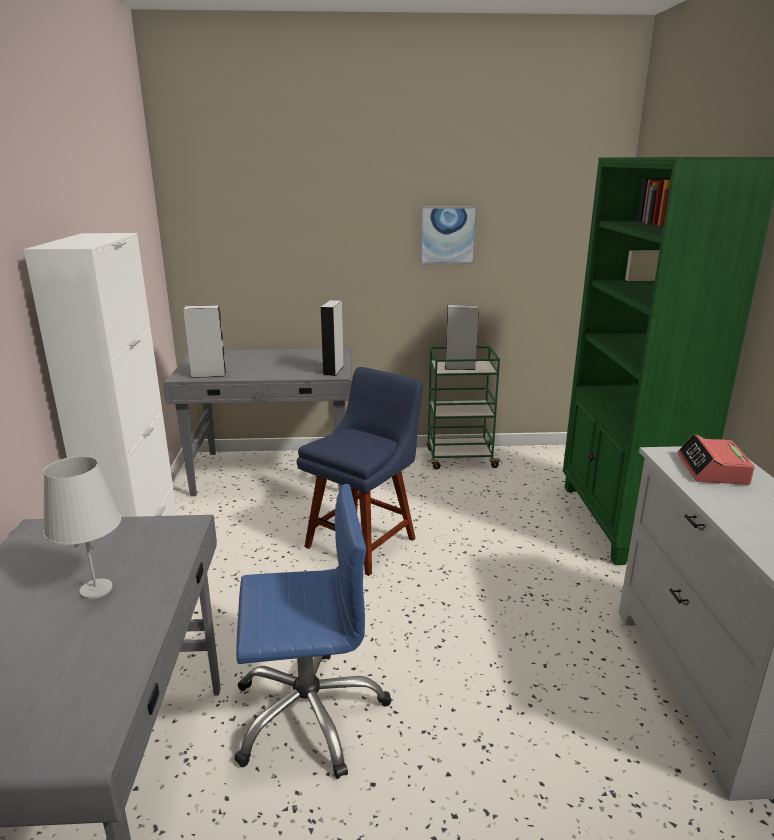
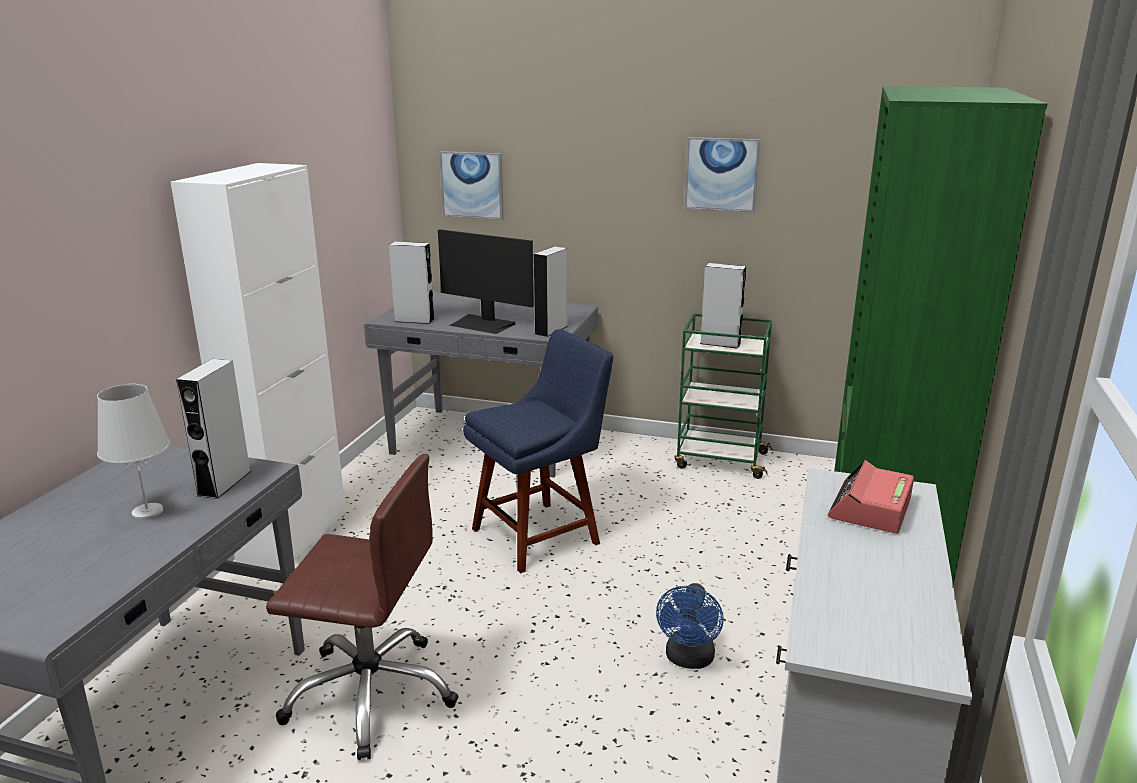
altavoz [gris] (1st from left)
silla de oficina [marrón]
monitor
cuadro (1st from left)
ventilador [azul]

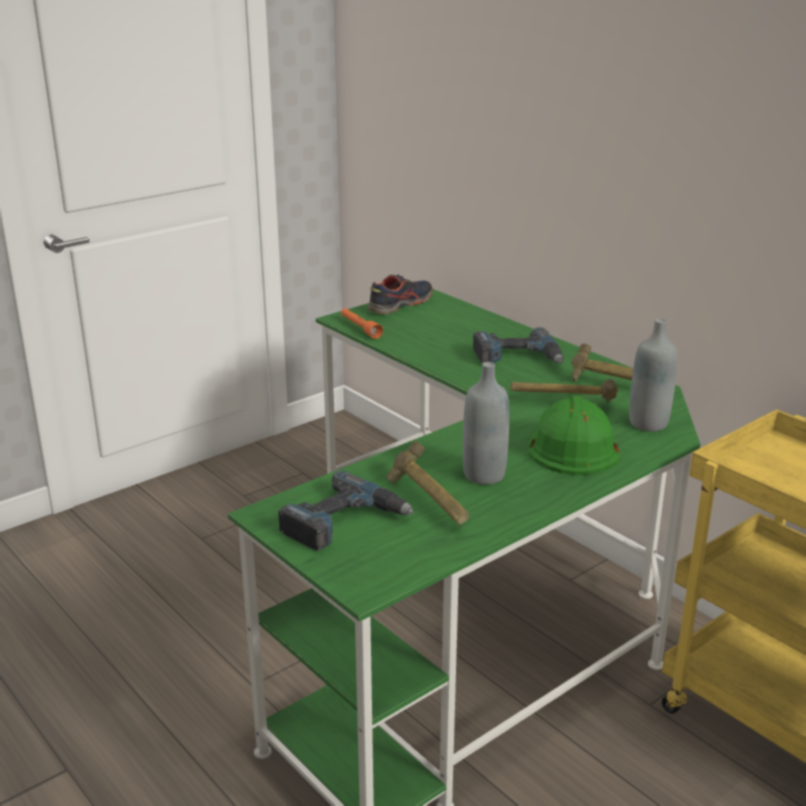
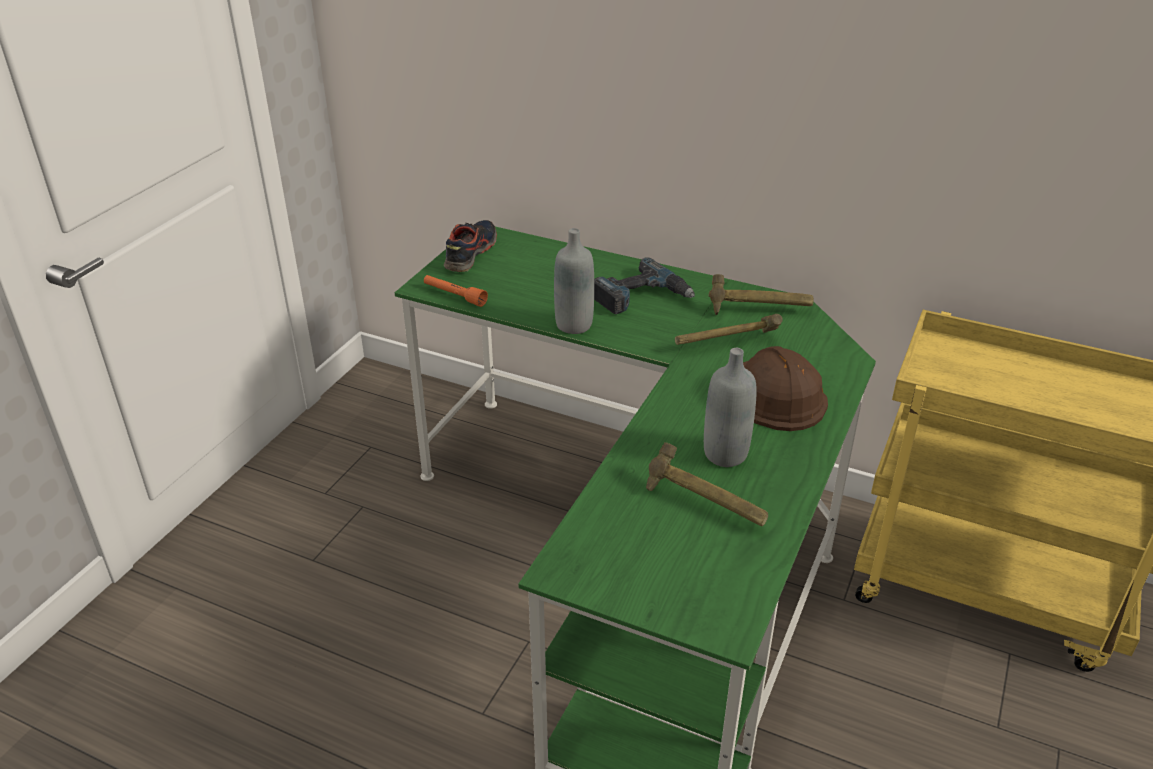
botella [gris] (1st from left)
casco [marrón]
taladro (1st from left in the first image)

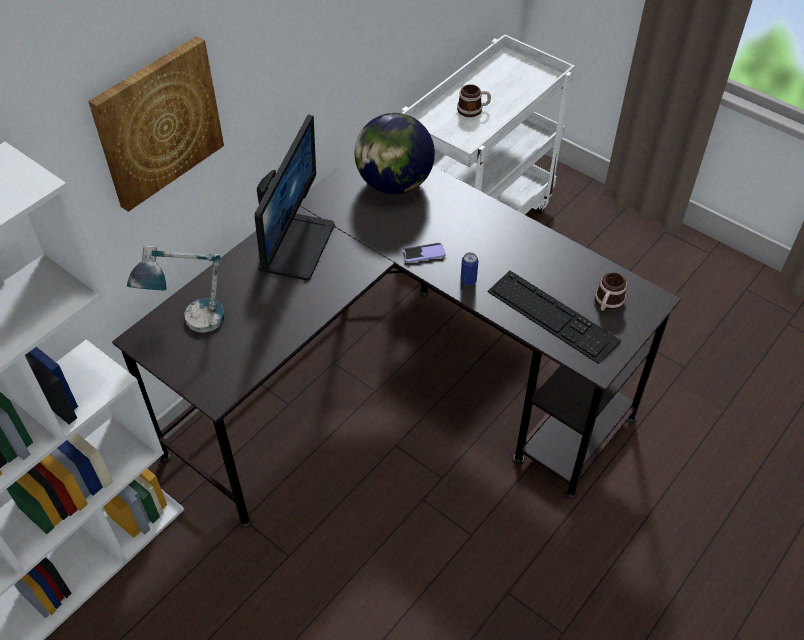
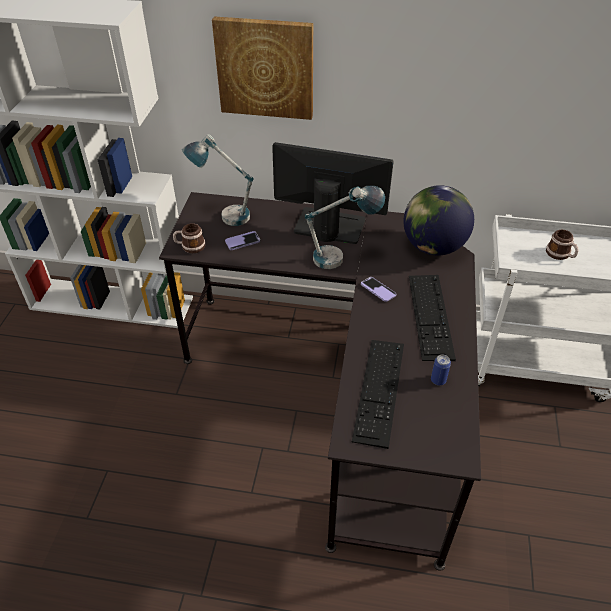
taza grande (1st from left)
móvil (1st from left)
monitor
lámpara de mesa (2nd from left)
teclado (2nd from left)
lata

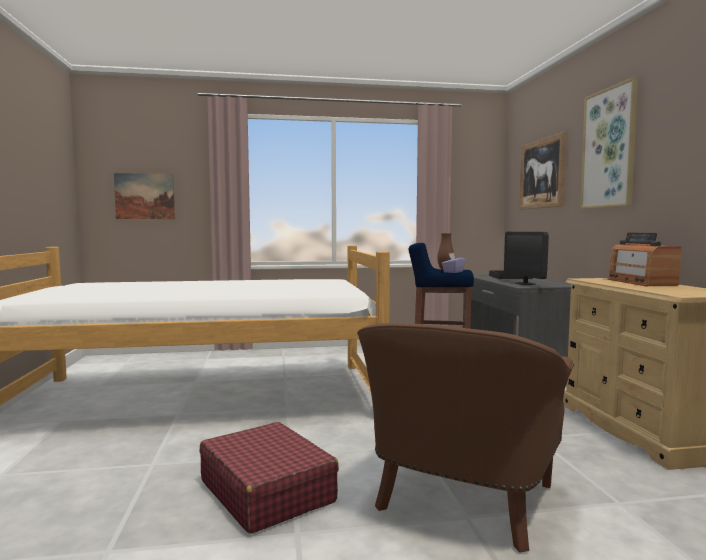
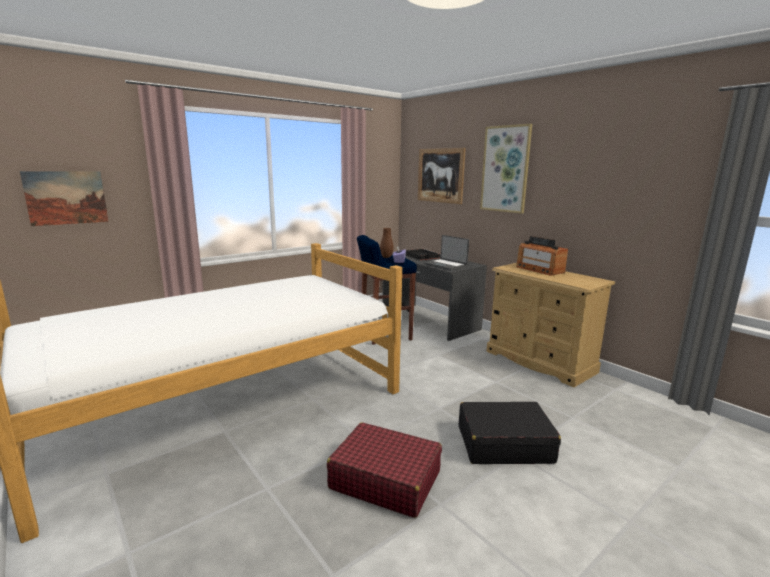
portátil
maleta [negro]

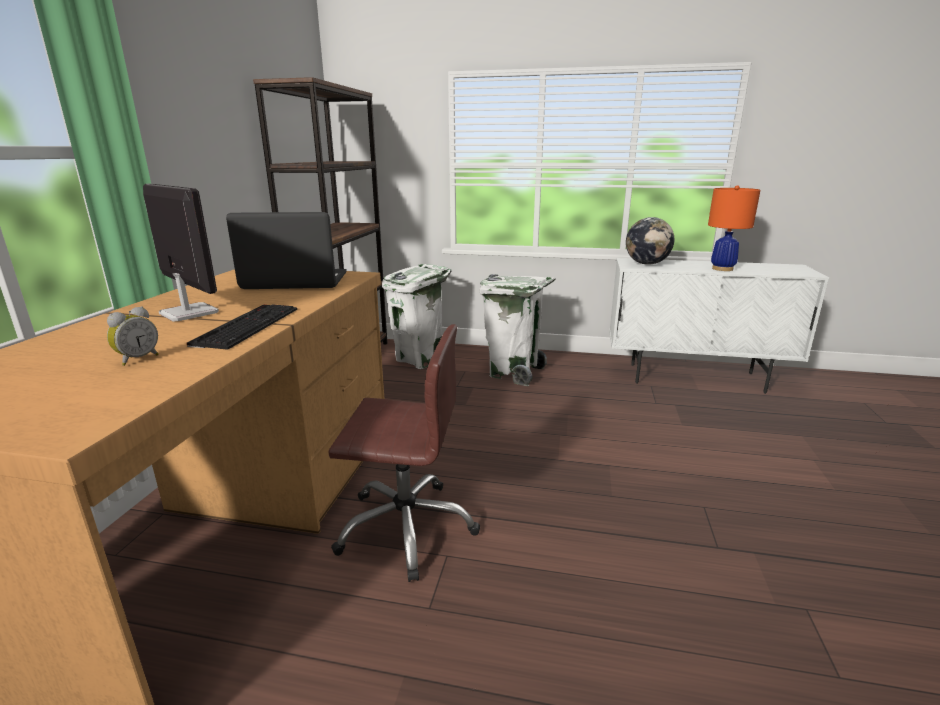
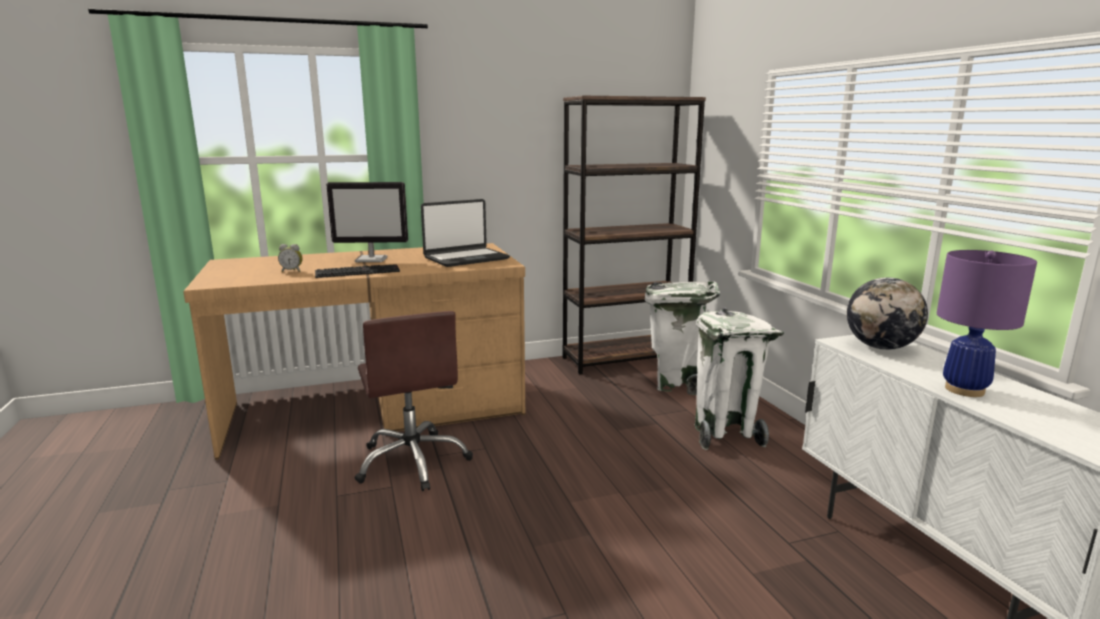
monitor
portátil
lámpara de mesa [morado]

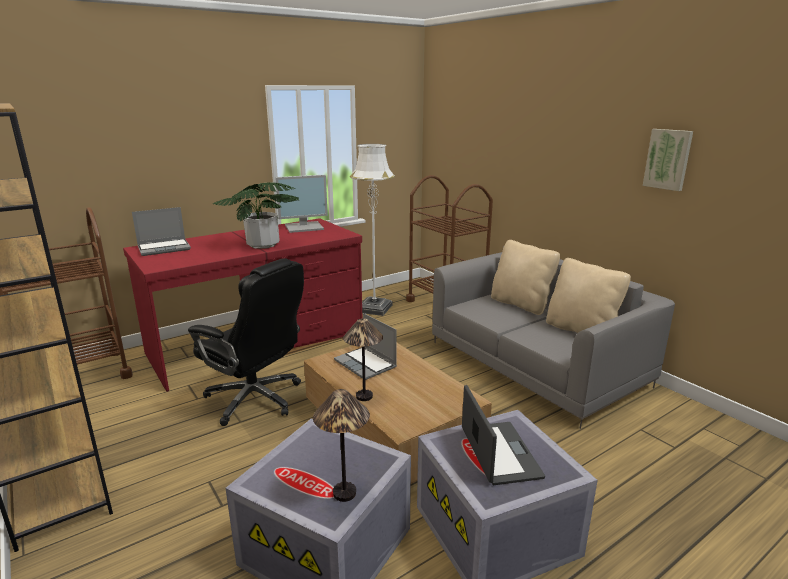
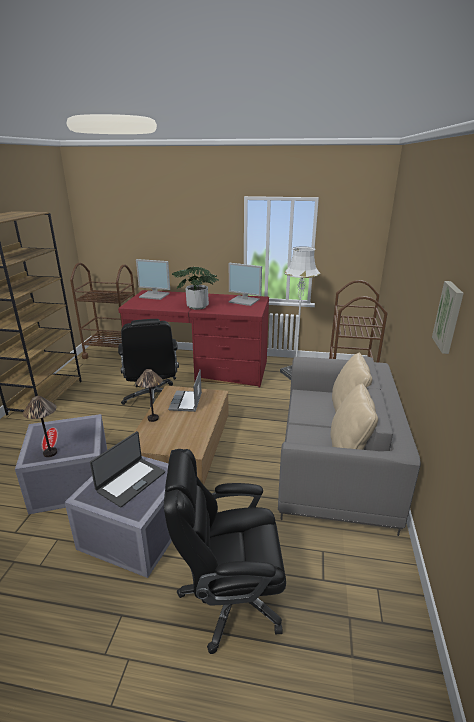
monitor (1st from left)
silla de oficina [negro] (2nd from left)

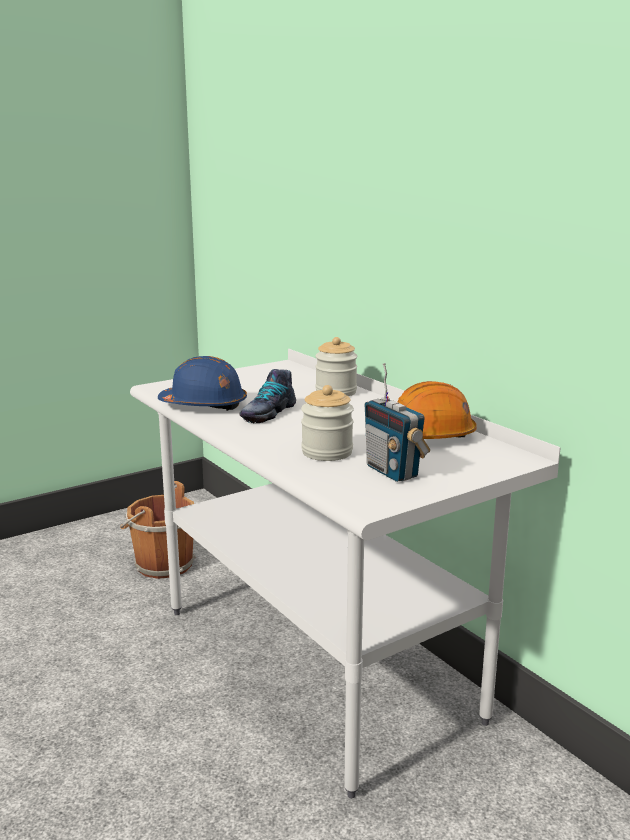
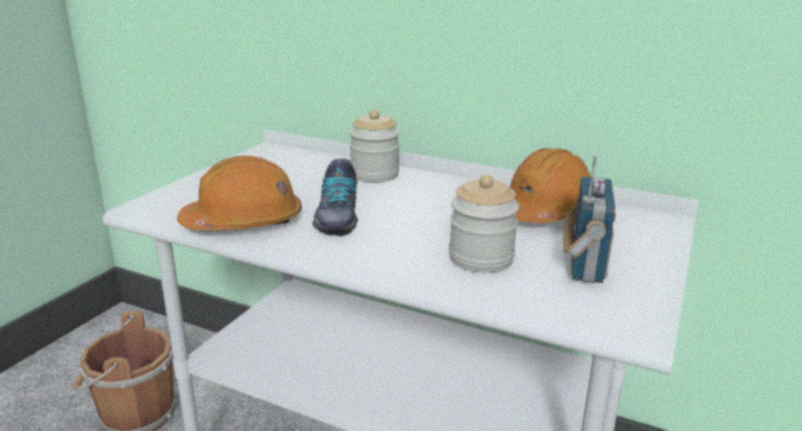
casco [naranja] (1st from left)
radio

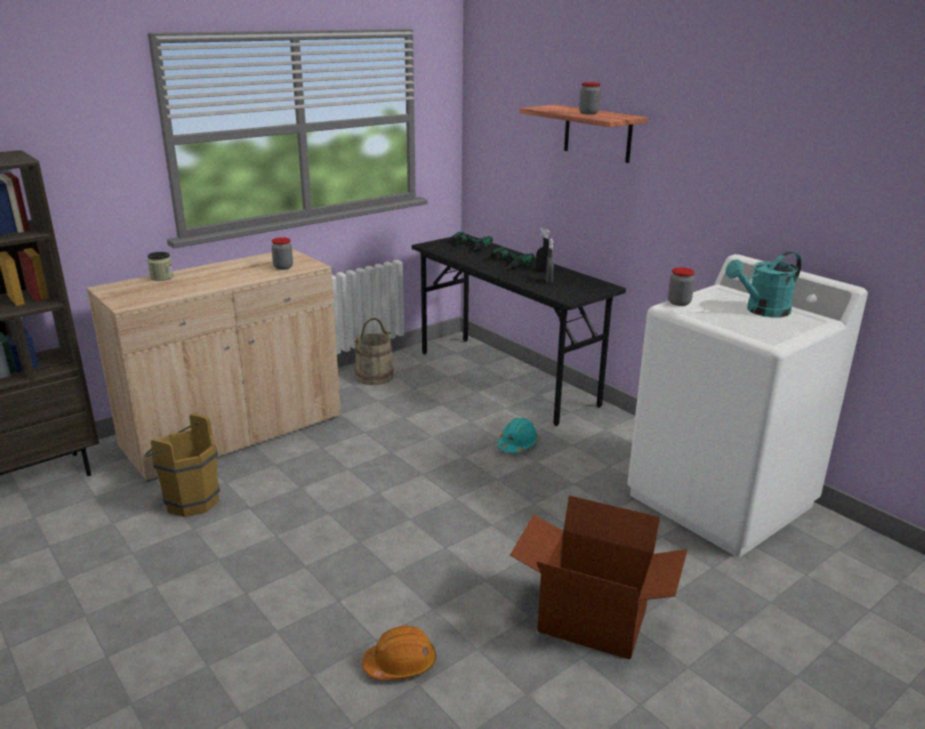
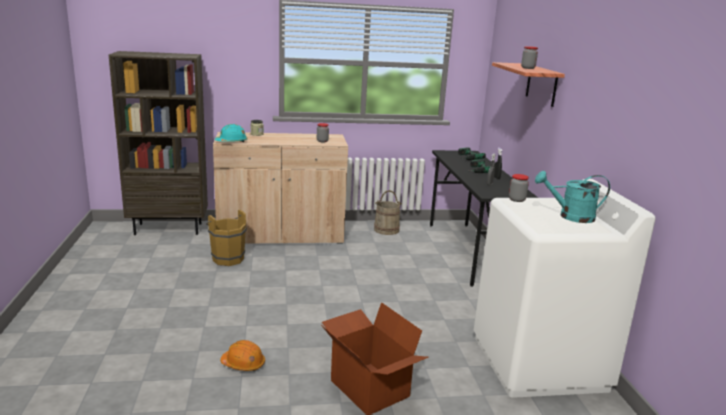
casco [turquesa]

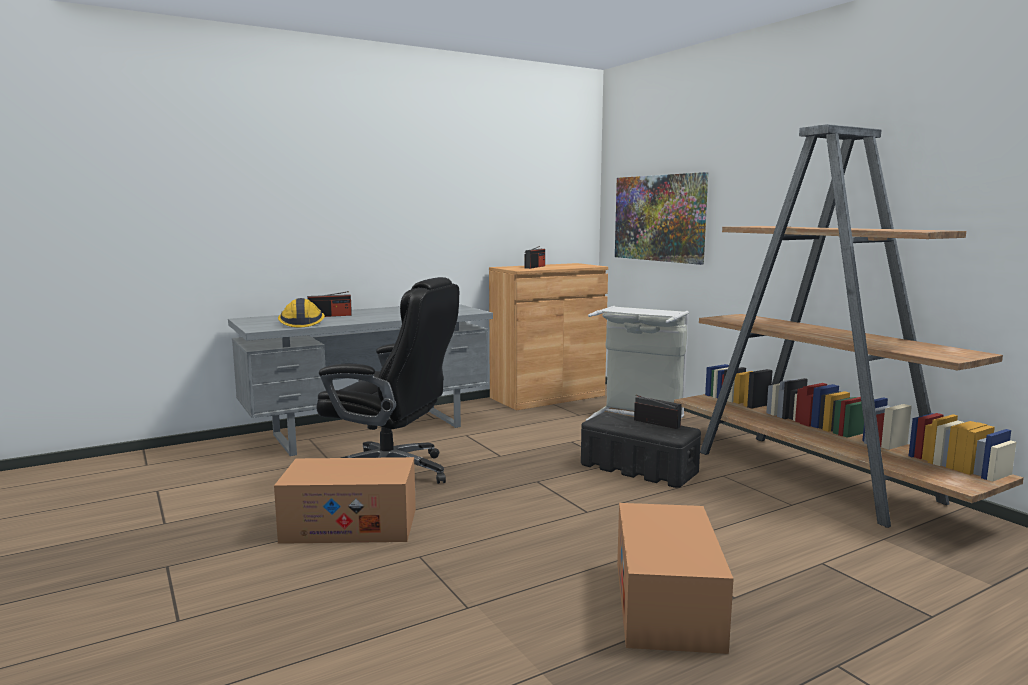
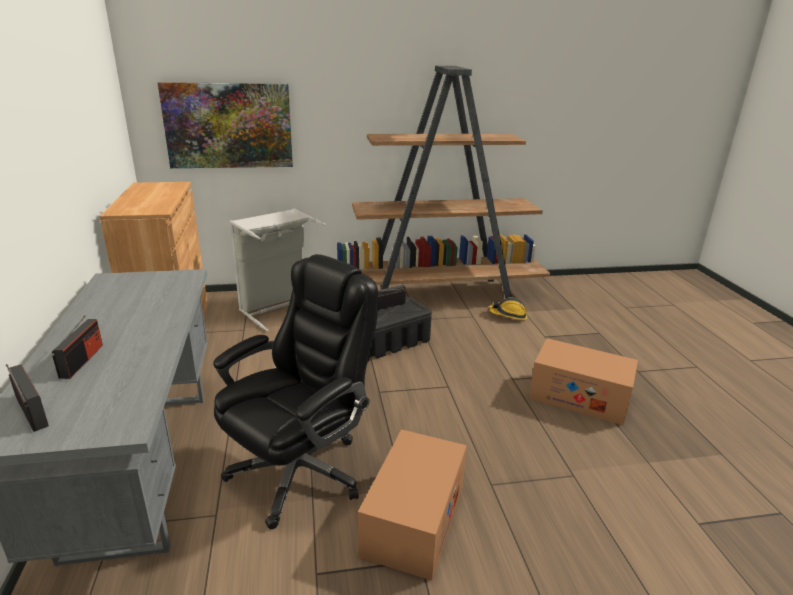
radio (1st from left)
casco

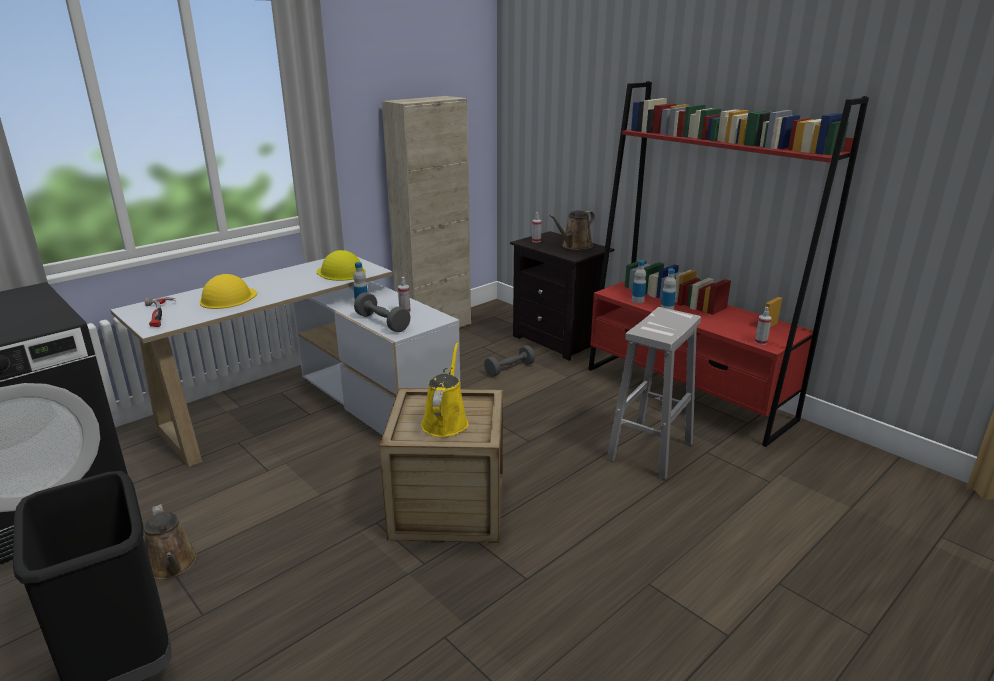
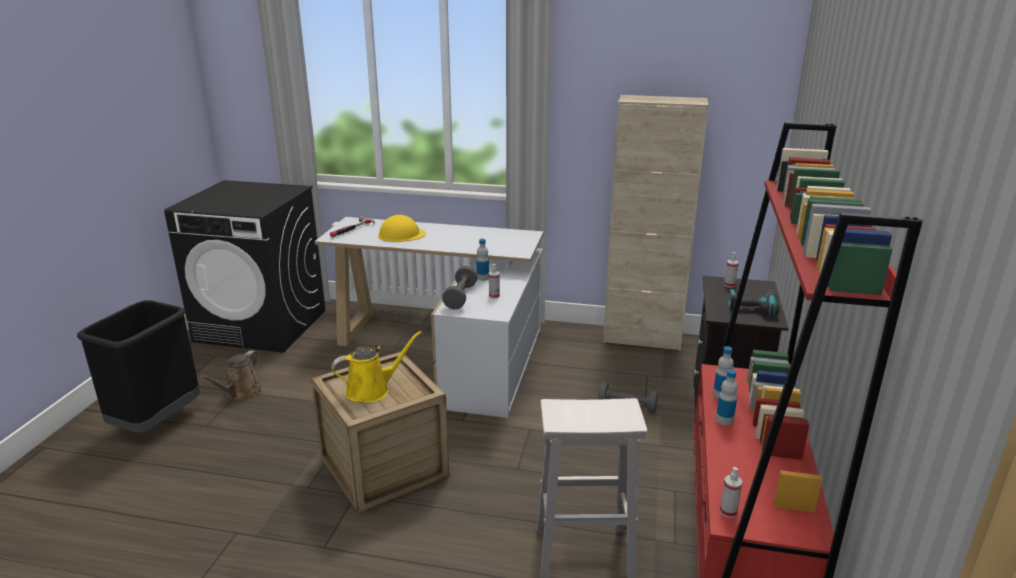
taladro
casco [amarillo] (2nd from left in the first image)

